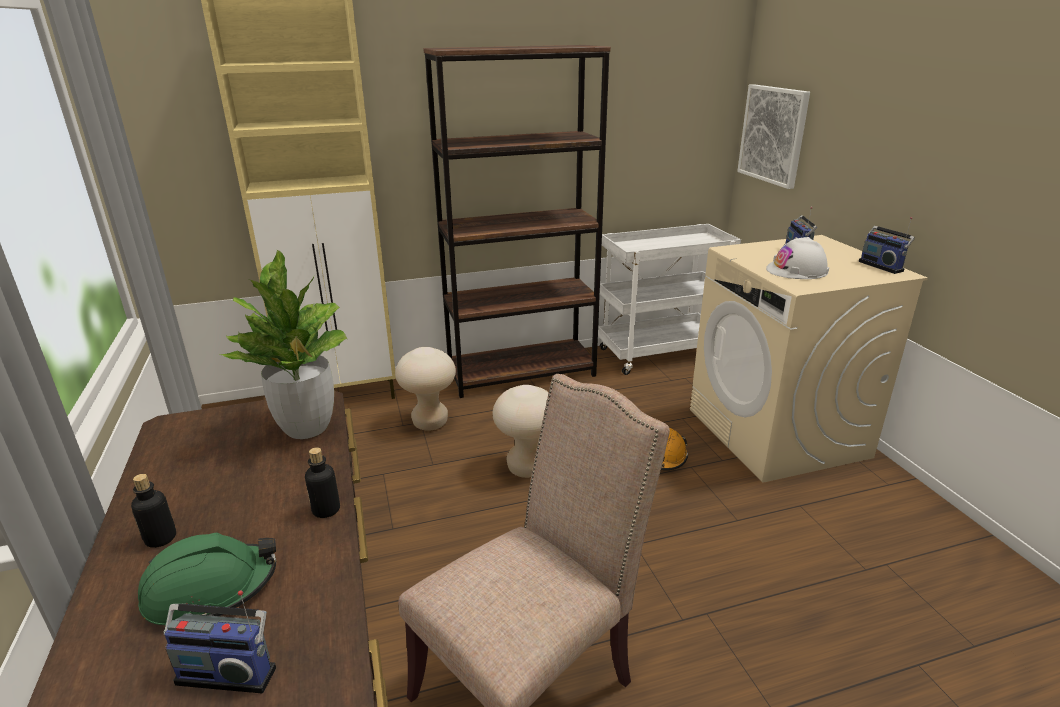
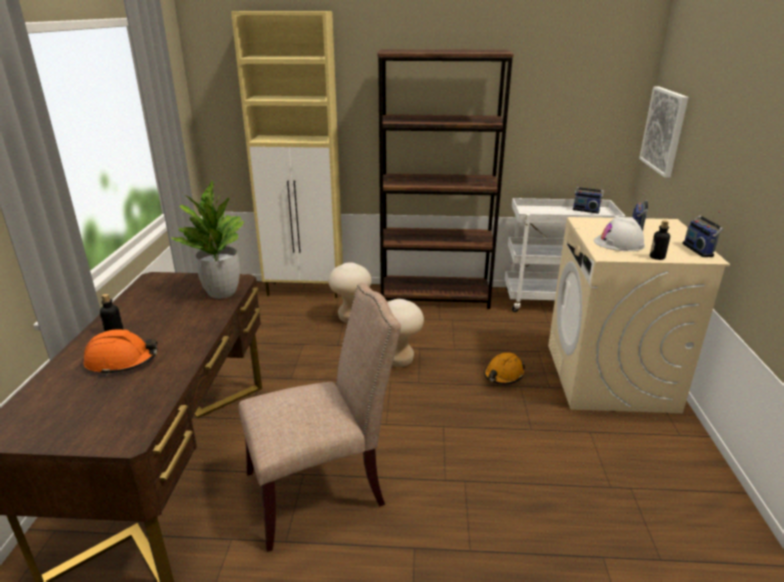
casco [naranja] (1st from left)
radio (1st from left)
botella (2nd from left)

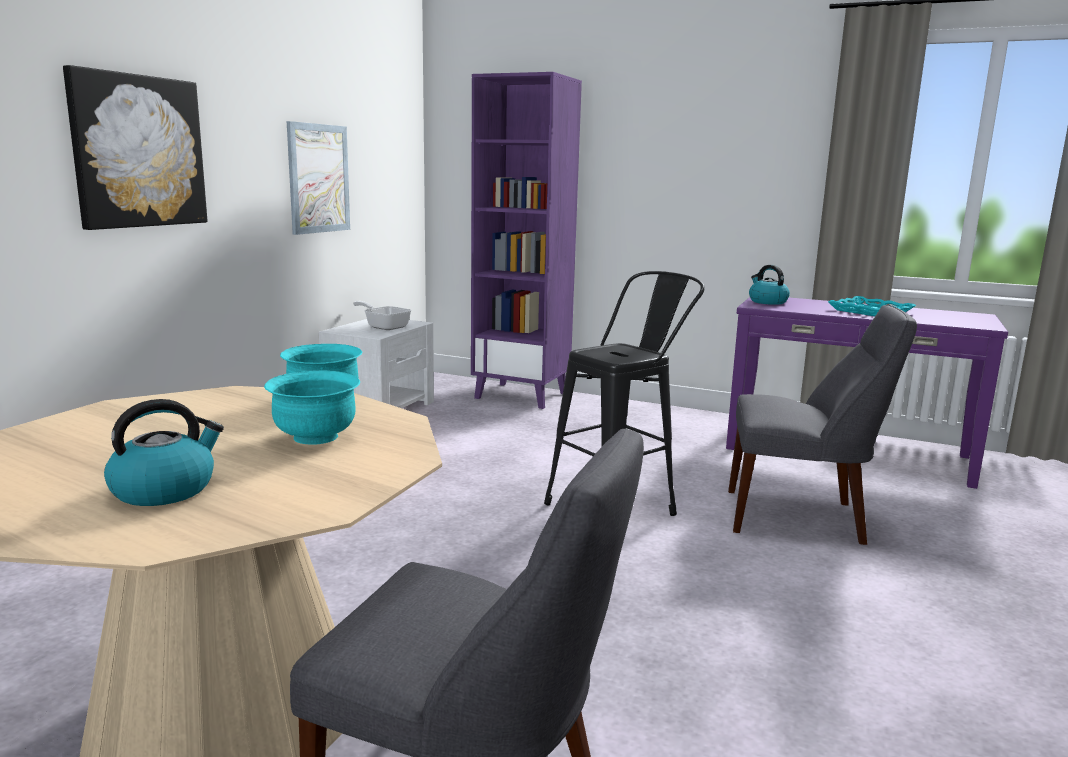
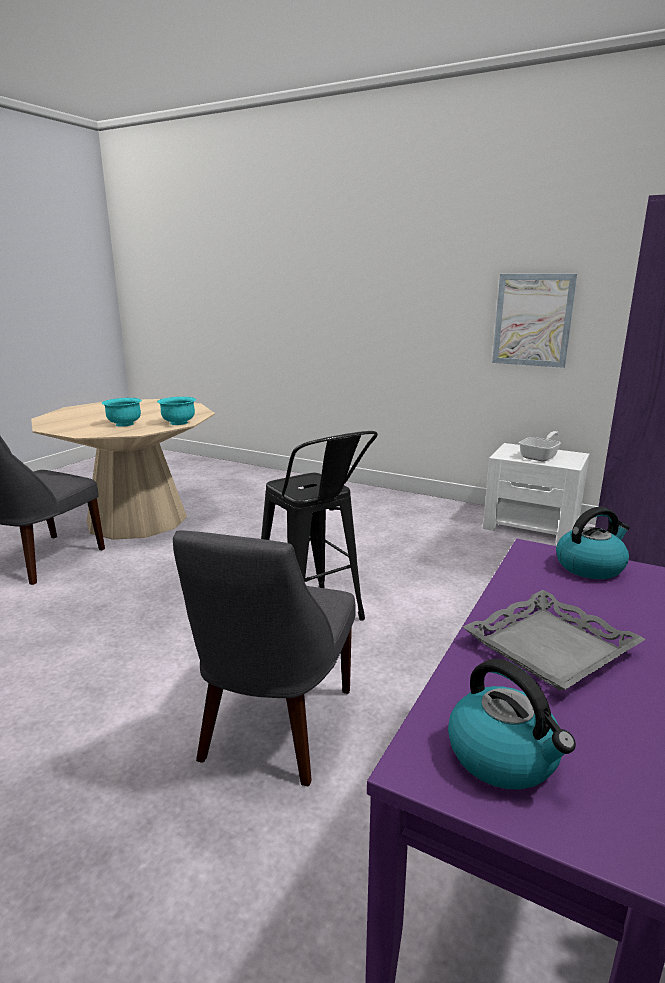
hervidor (1st from left)
bandeja [gris]
cuadro (1st from left in the first image)

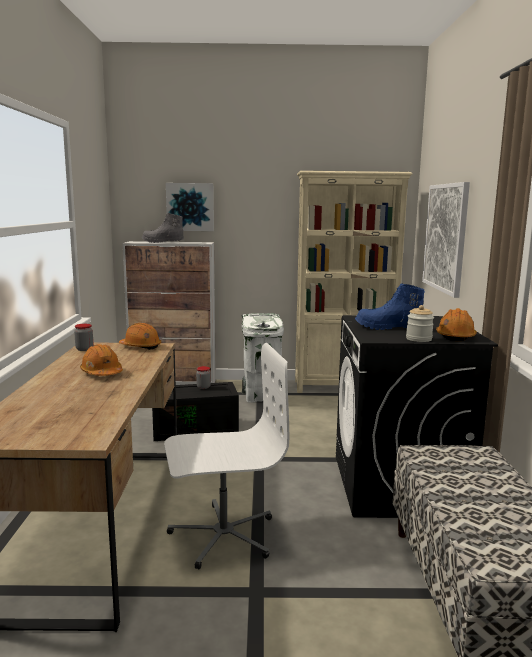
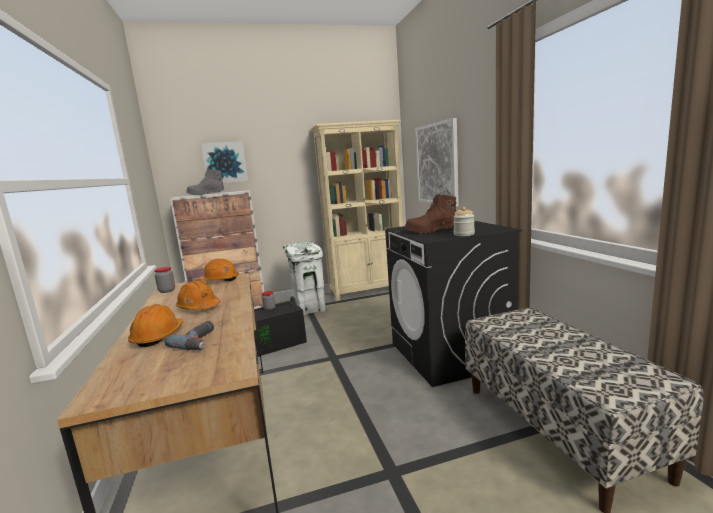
casco [naranja] (1st from left)
taladro
bota [marrón]
silla de oficina [blanco]

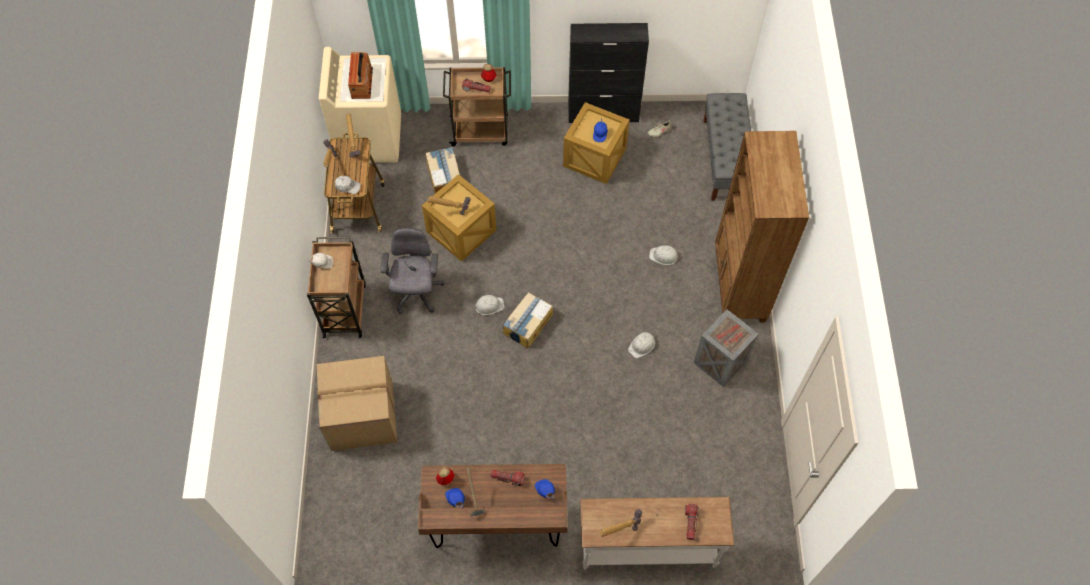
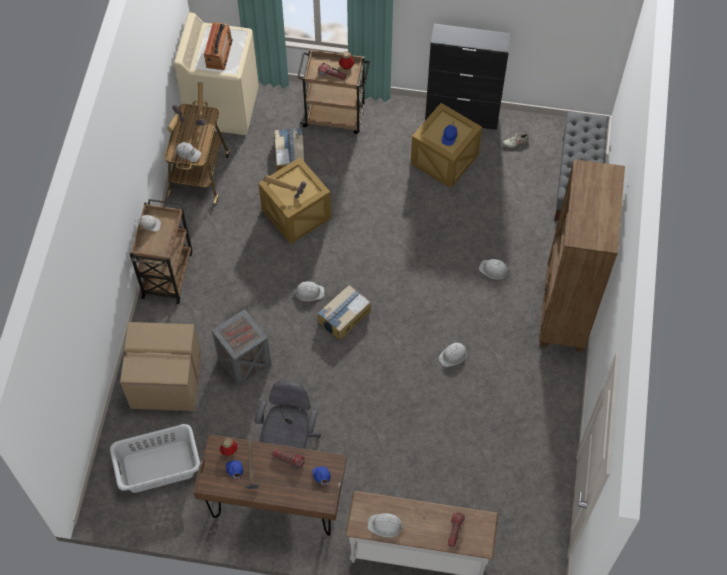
cesto de la ropa [gris]
caja de embalaje (1st from left)
silla de oficina [gris]
casco [blanco] (2nd from left)

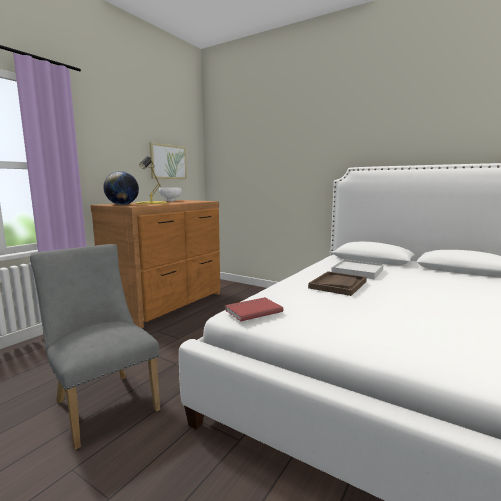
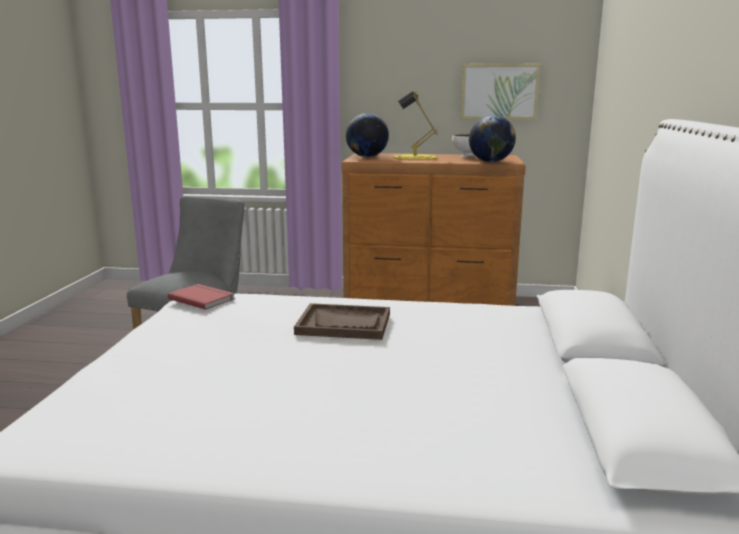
globo terráqueo (2nd from left)
bandeja [blanco]

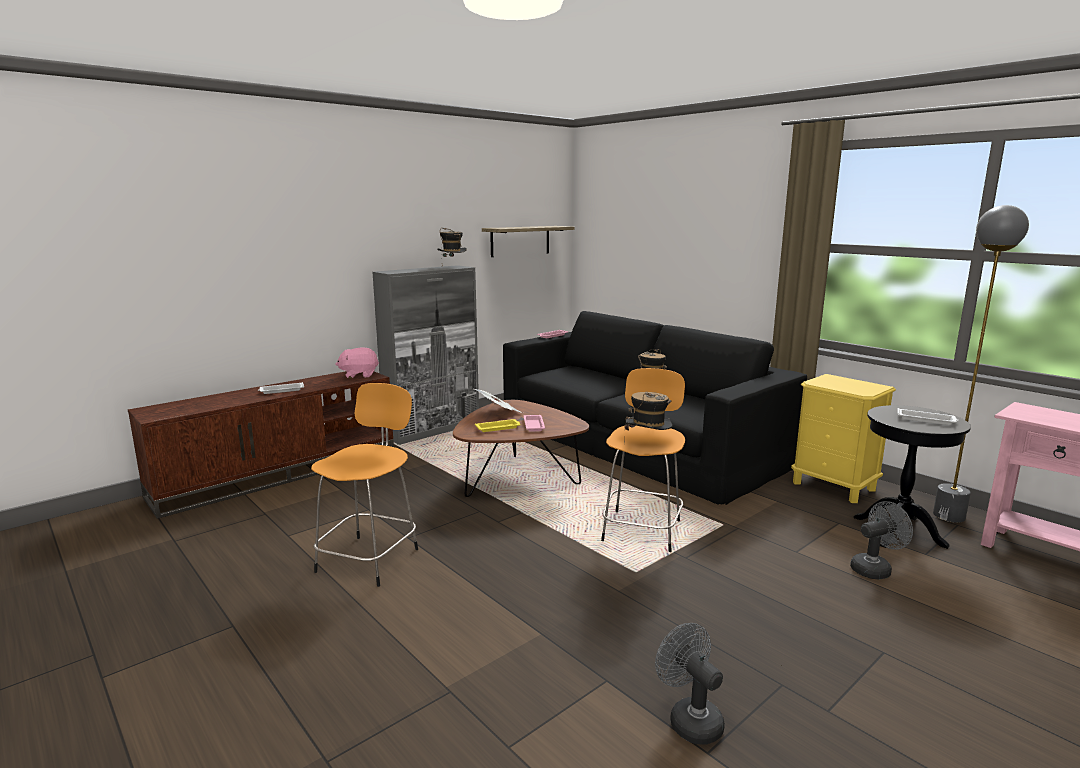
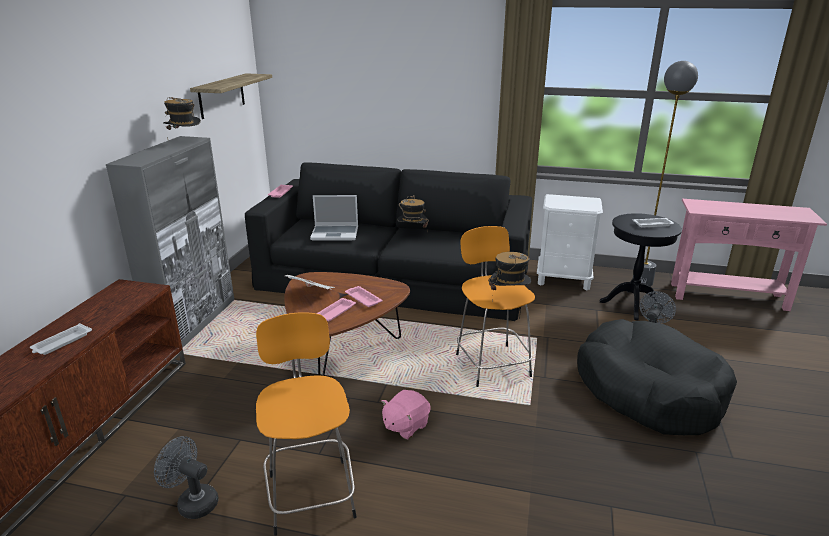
ventilador [gris] (1st from left)
portátil
bandeja [rosa] (2nd from left)
peluche [rosa]
mesita de noche [blanco]
cama para perro [negro]

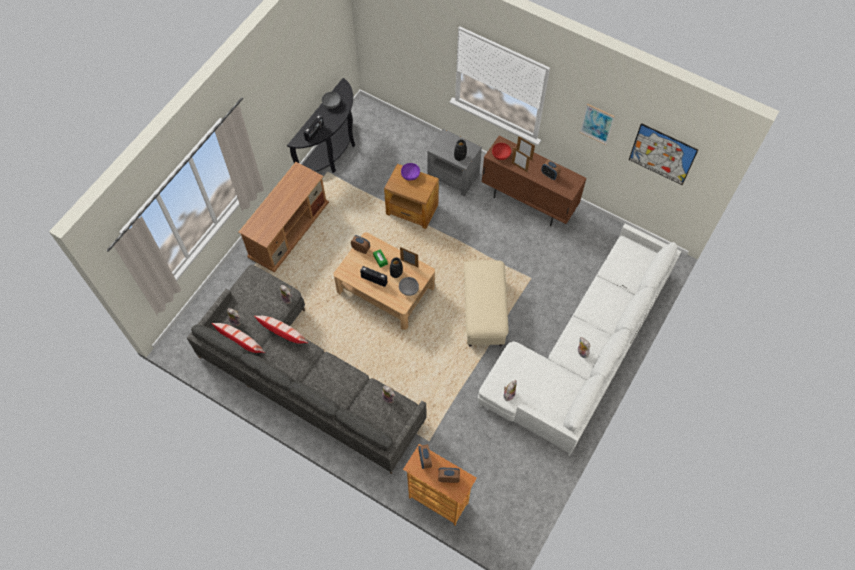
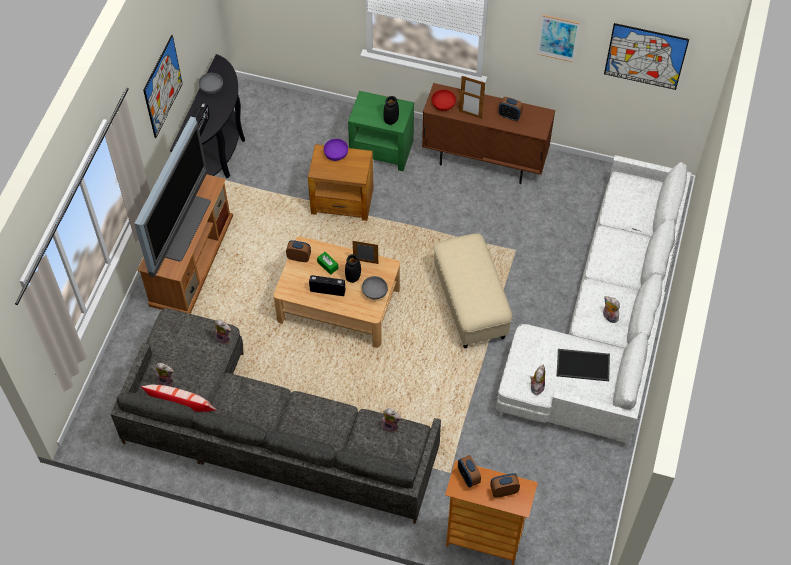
televisor
cuadro (1st from left)
mesa auxiliar [verde]
bandeja
cojín (2nd from left in the first image)

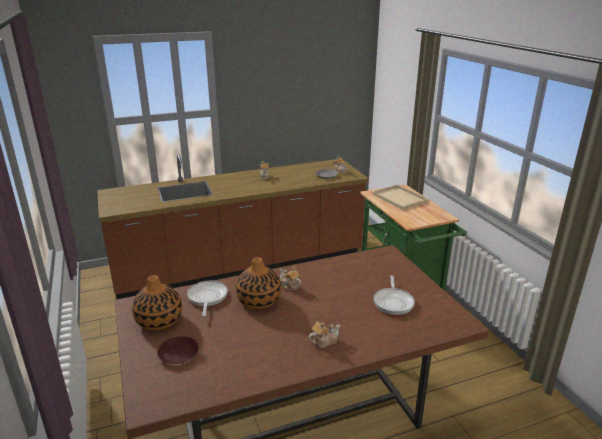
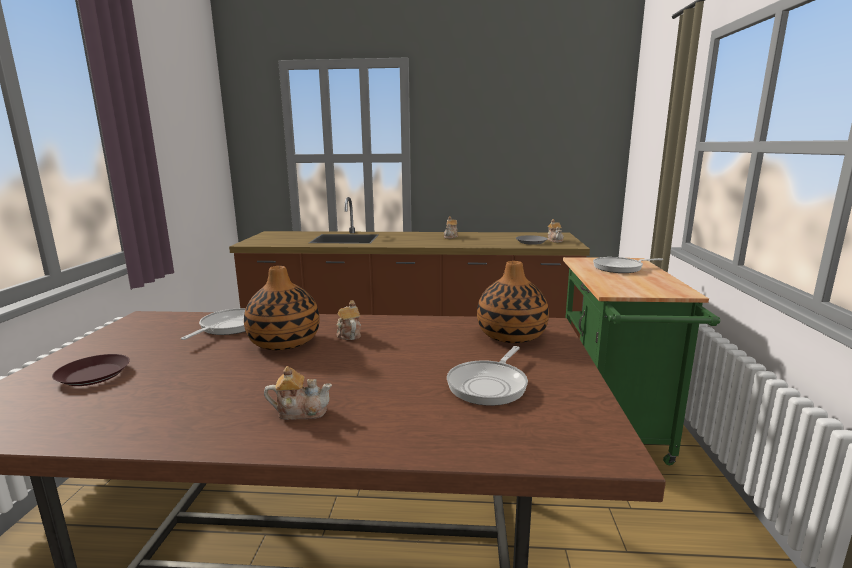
florero (2nd from left)
sartén (3rd from left)

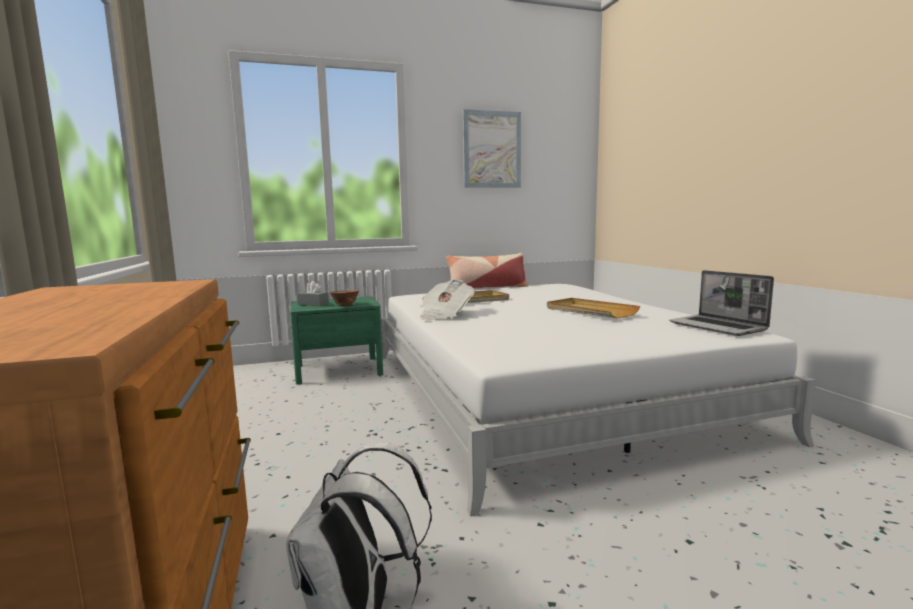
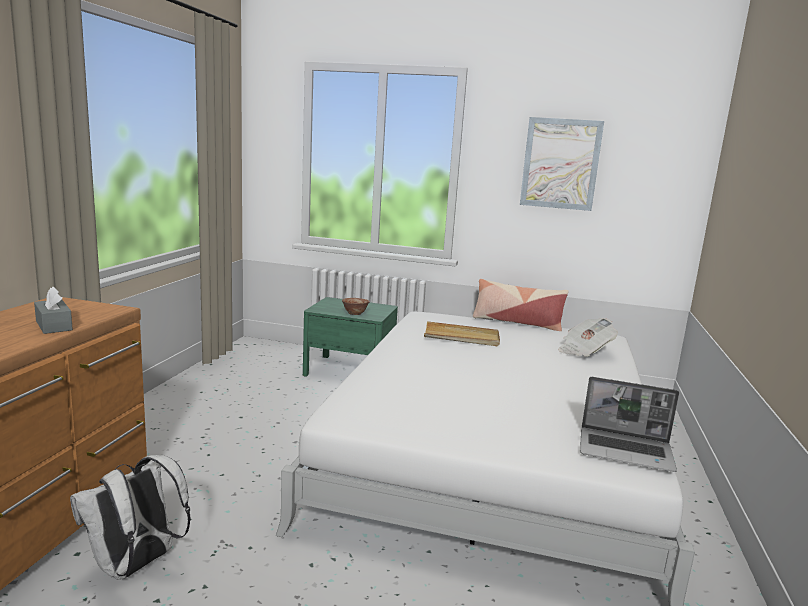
caja de pañuelos [gris]
periódico
portátil
bandeja [beis] (2nd from left in the first image)

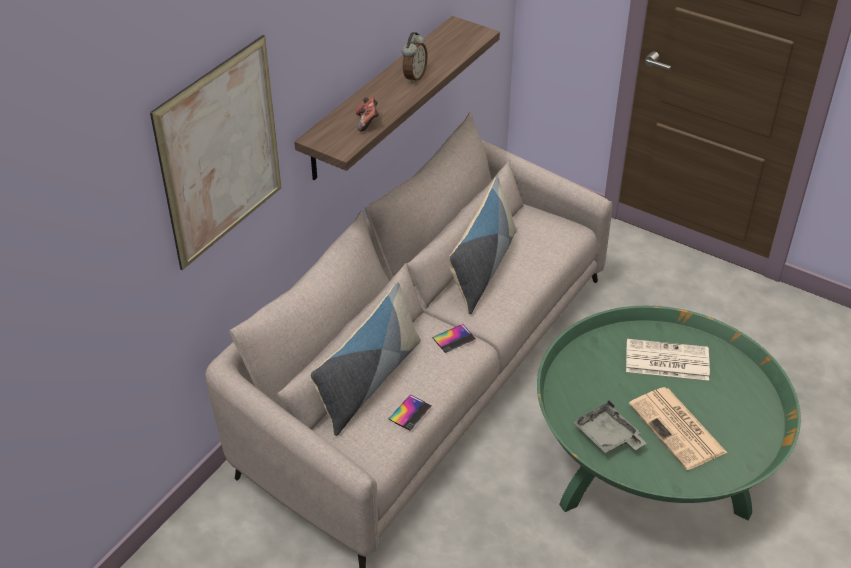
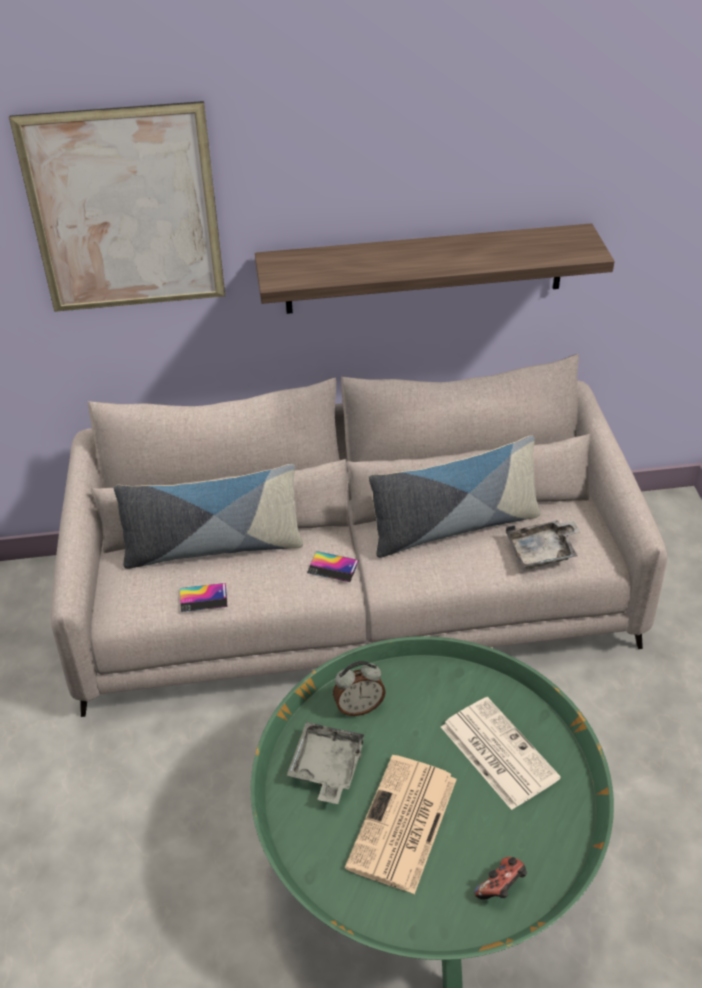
despertador
mando de consola
bandeja [gris] (2nd from left)

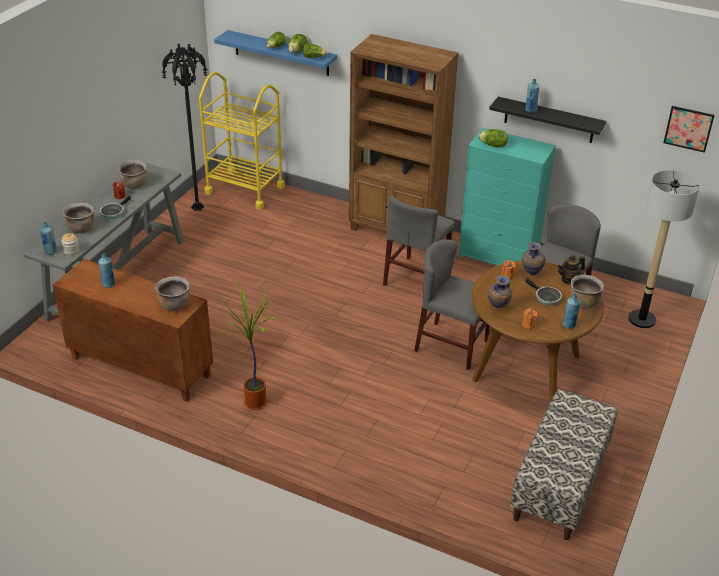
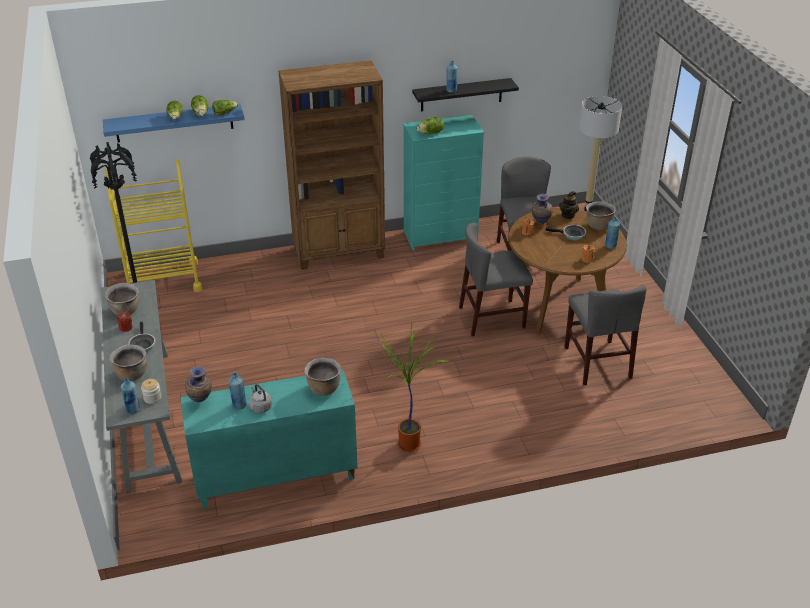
armario [turquesa]
florero (1st from left)
hervidor [gris]
silla [gris] (3rd from left)
banco
cuadro

